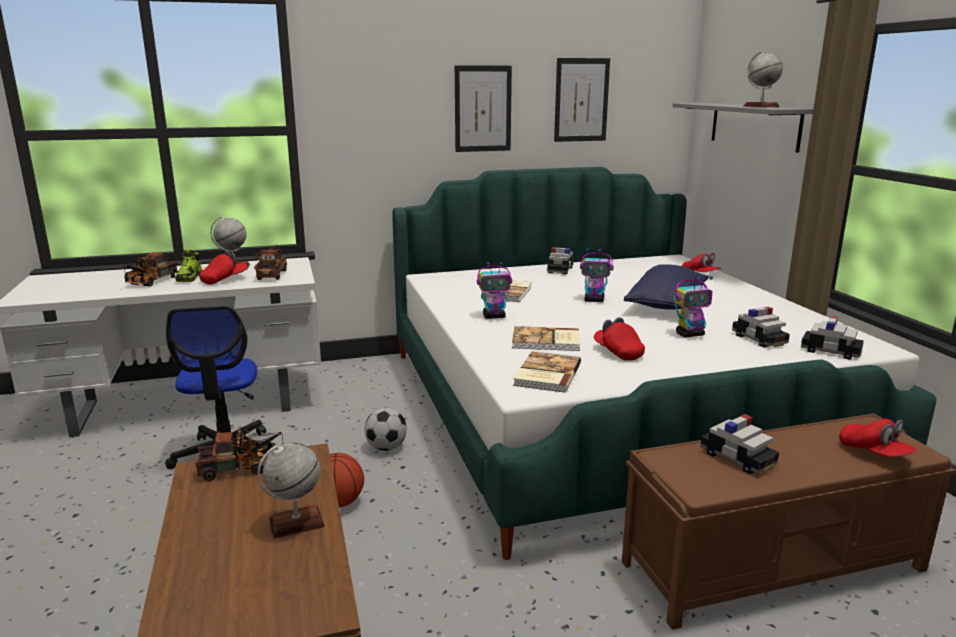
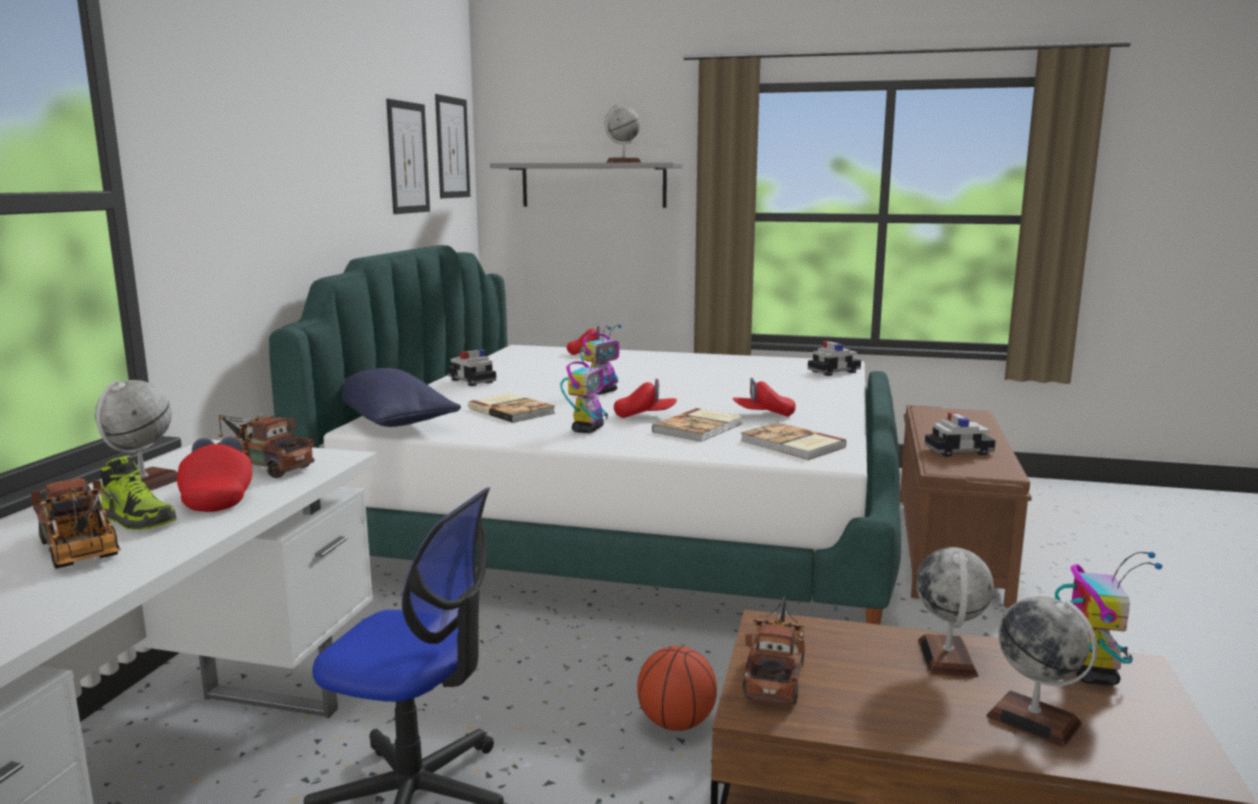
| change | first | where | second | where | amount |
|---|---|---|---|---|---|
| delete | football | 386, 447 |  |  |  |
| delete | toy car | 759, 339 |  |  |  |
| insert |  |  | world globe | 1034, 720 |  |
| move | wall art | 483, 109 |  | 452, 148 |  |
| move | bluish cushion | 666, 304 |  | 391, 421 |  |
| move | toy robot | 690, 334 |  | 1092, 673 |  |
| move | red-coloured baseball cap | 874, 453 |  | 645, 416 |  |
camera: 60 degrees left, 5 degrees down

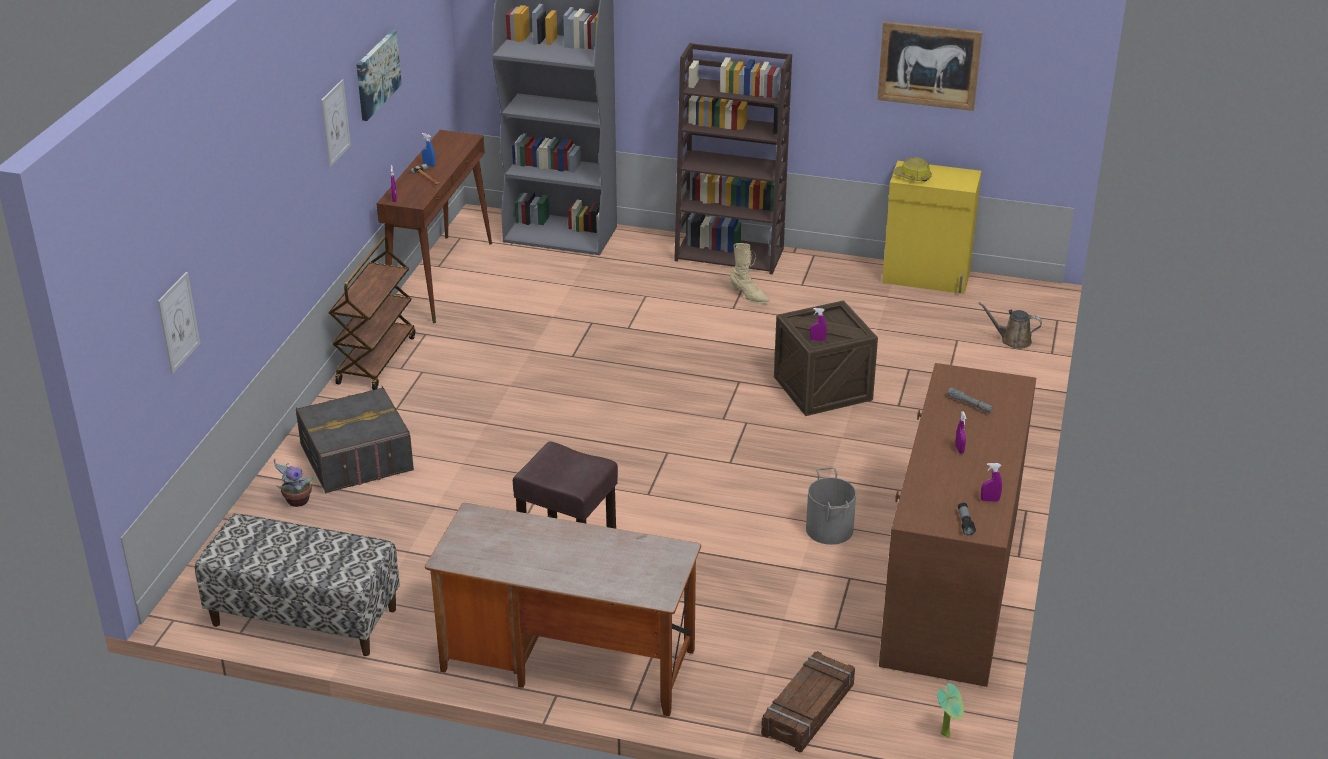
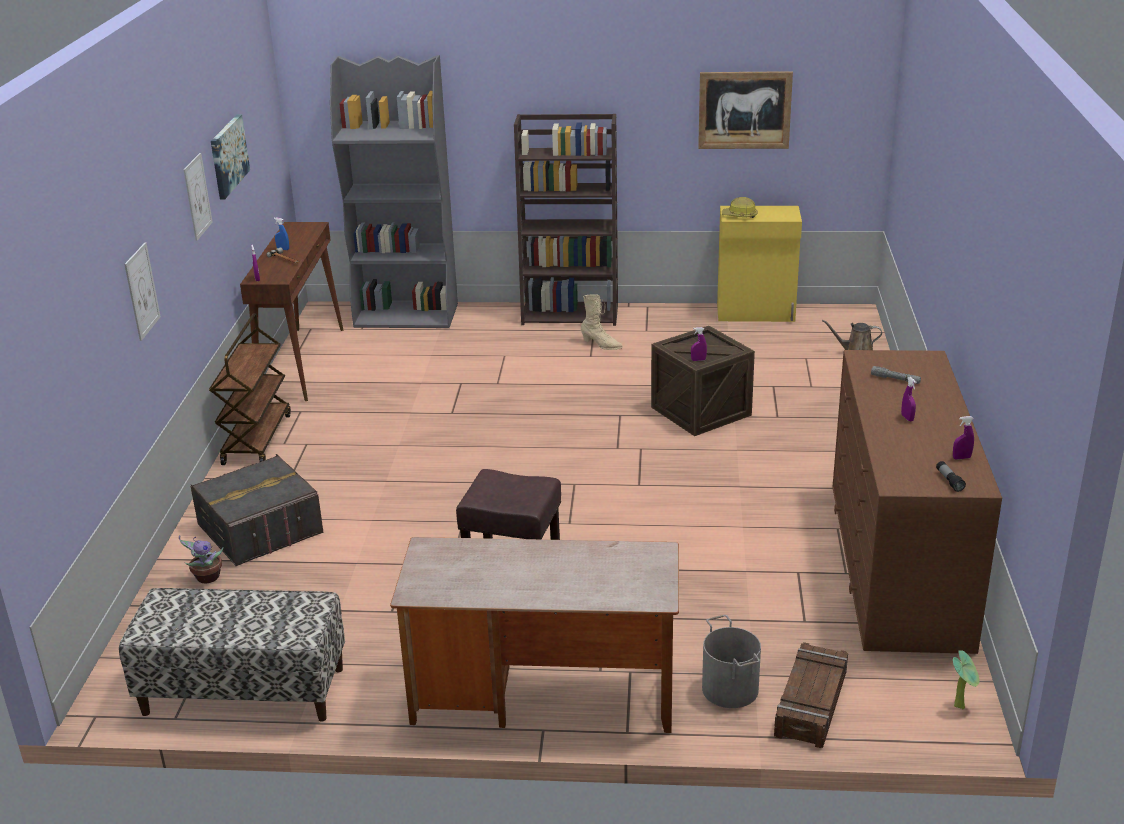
| change | first | where | second | where | amount |
|---|---|---|---|---|---|
| move | wall art | 178, 322 |  | 142, 291 |  |
| move | gray water bucket | 828, 529 |  | 729, 689 |  |
camera: 10 degrees left, 5 degrees down

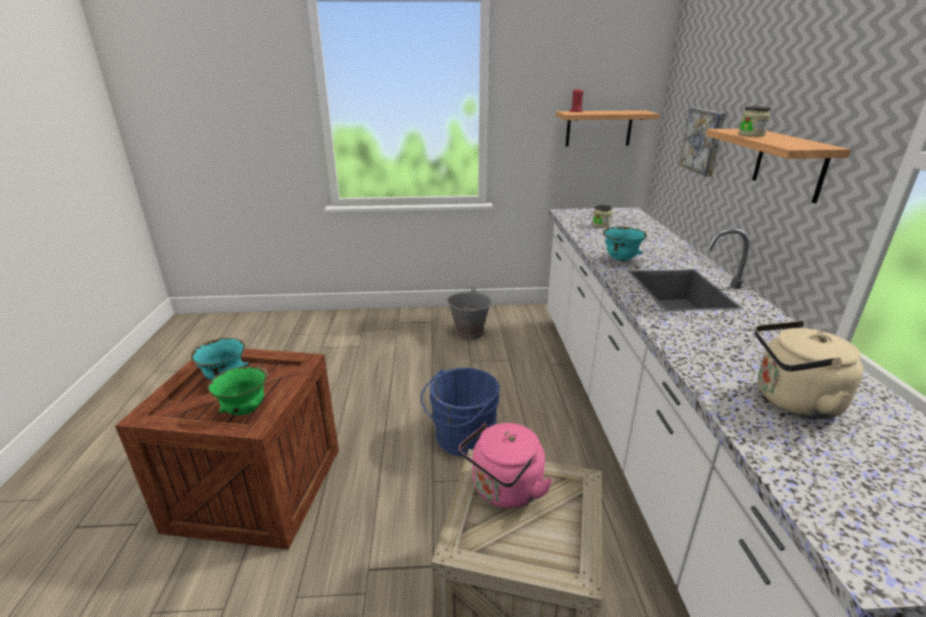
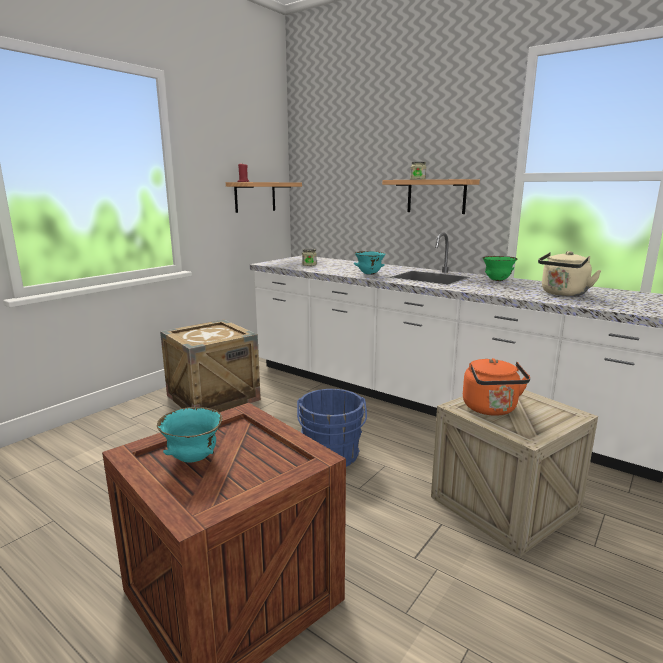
| change | first | where | second | where | amount |
|---|---|---|---|---|---|
| delete | wall art | 704, 141 |  |  |  |
| move | greenish serving bowl | 245, 410 |  | 497, 280 |  |
| replace | gray water bucket | 469, 332 | crate | 213, 398 |  |
| recolor | pink tea kettle | 504, 490 | orangey tea kettle | 491, 409 |  |
camera: 50 degrees left, 10 degrees down

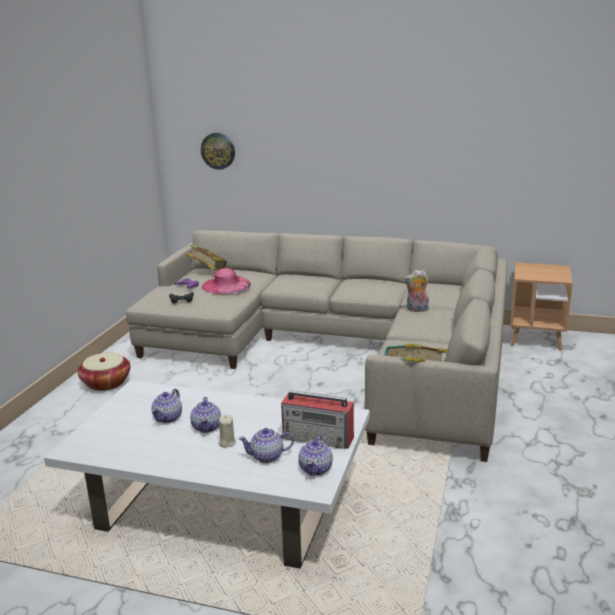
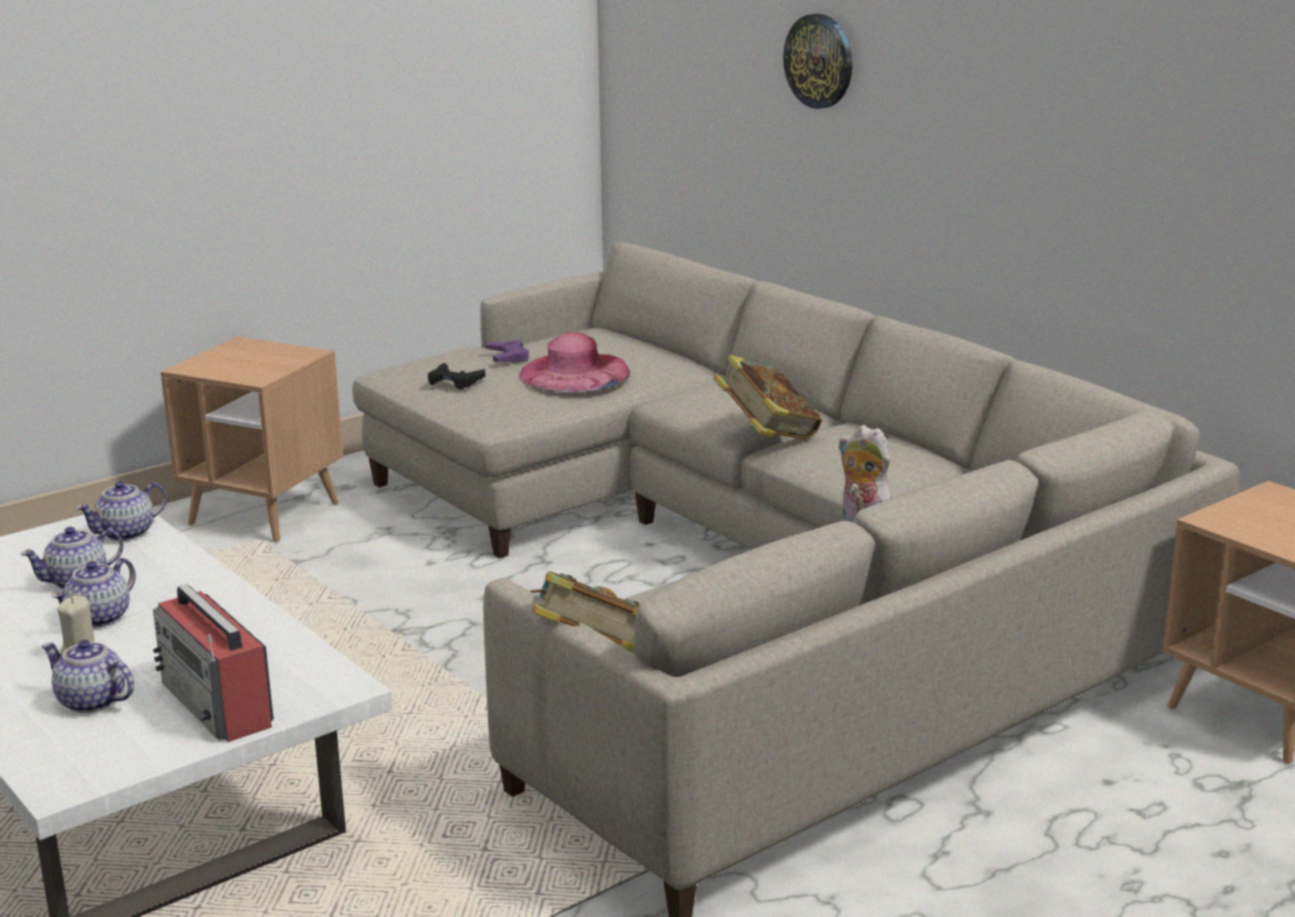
| change | first | where | second | where | amount |
|---|---|---|---|---|---|
| move | book | 208, 272 |  | 767, 436 |  |
| move | hanging clock | 218, 151 |  | 819, 61 |  |
| move | teapot | 316, 468 |  | 127, 533 |  |
| replace | storage basket | 106, 383 | brown accent table | 264, 514 |  |
camera: 35 degrees right, 0 degrees up

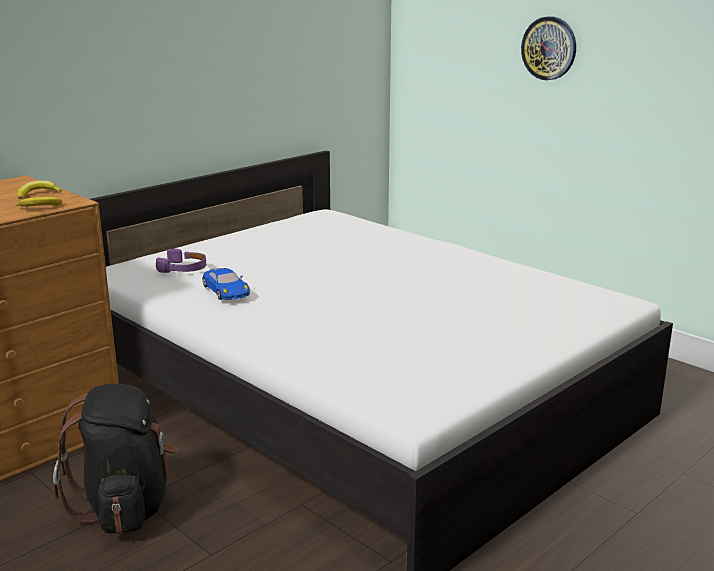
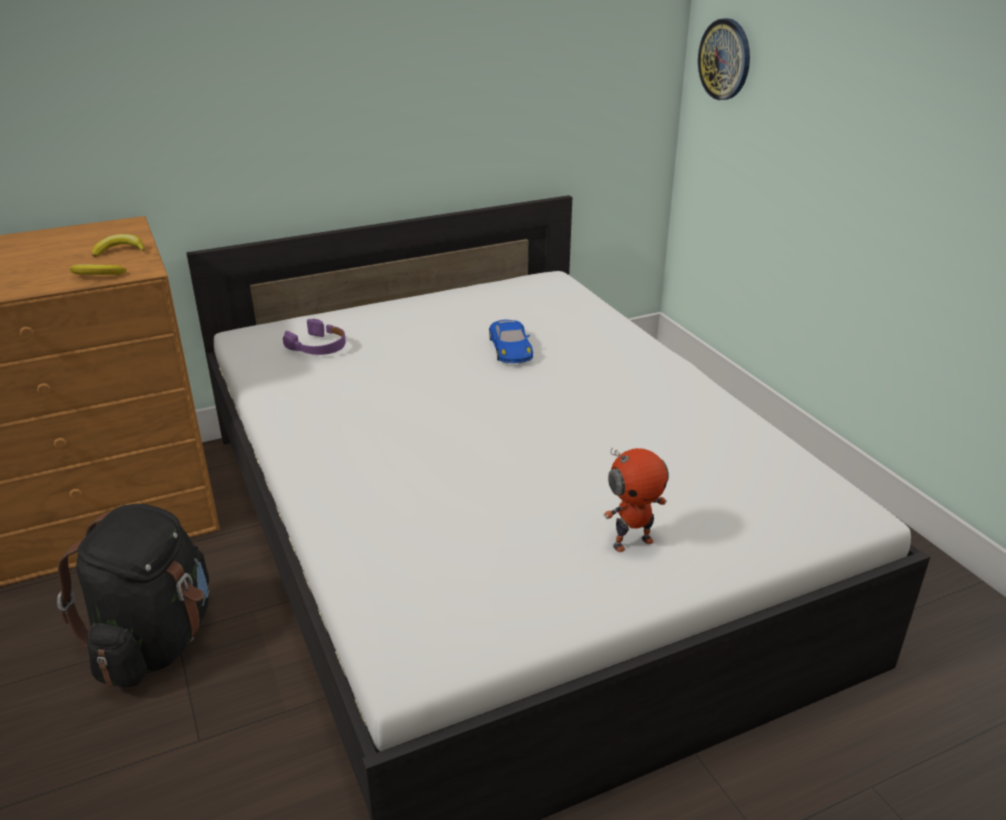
| change | first | where | second | where | amount |
|---|---|---|---|---|---|
| insert |  |  | toy robot | 632, 542 |  |
| move | bluish toy car | 226, 290 |  | 510, 348 |  |
| move | hanging clock | 549, 48 |  | 725, 59 |  |
camera: 20 degrees right, 10 degrees up

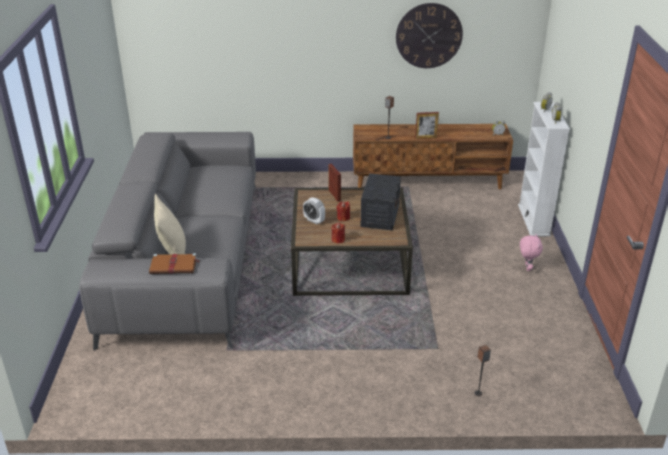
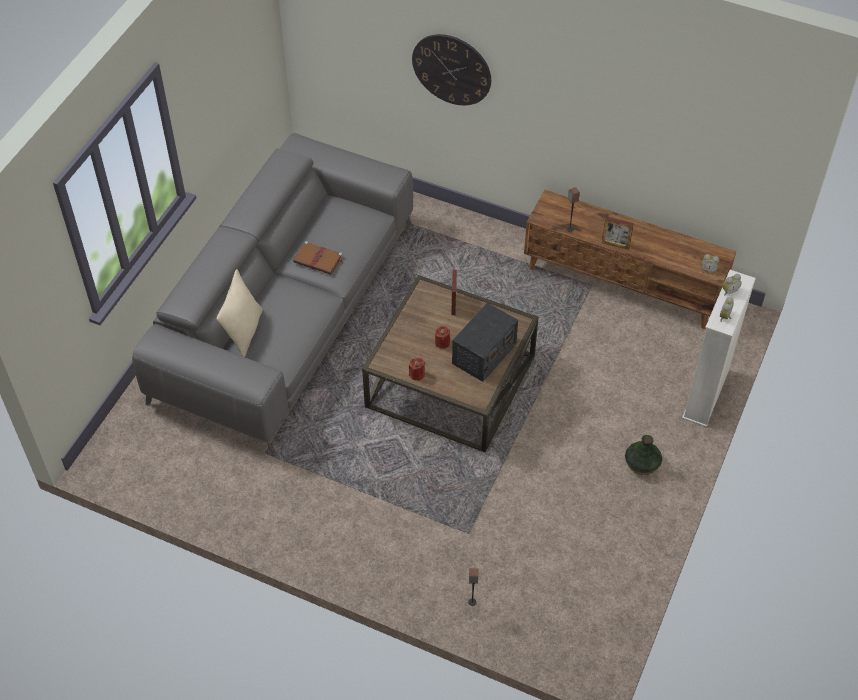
| change | first | where | second | where | amount |
|---|---|---|---|---|---|
| delete | alarm clock | 314, 221 |  |  |  |
| move | brown book | 174, 266 |  | 319, 259 |  |
| move | hanging clock | 429, 35 |  | 451, 69 |  |
| replace | pink plush toy | 527, 268 | decorative vase | 641, 463 |  |
camera: 25 degrees right, 20 degrees up

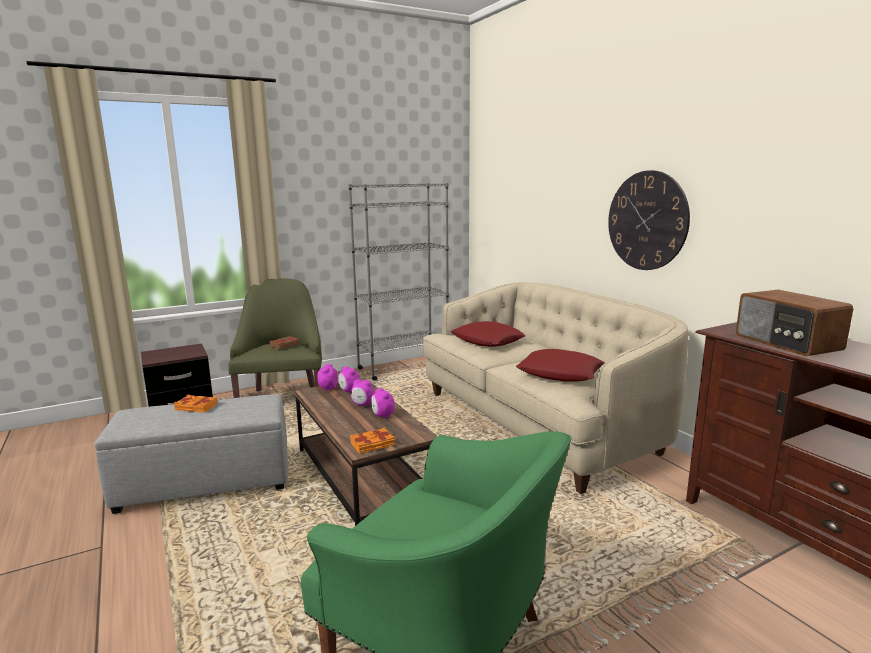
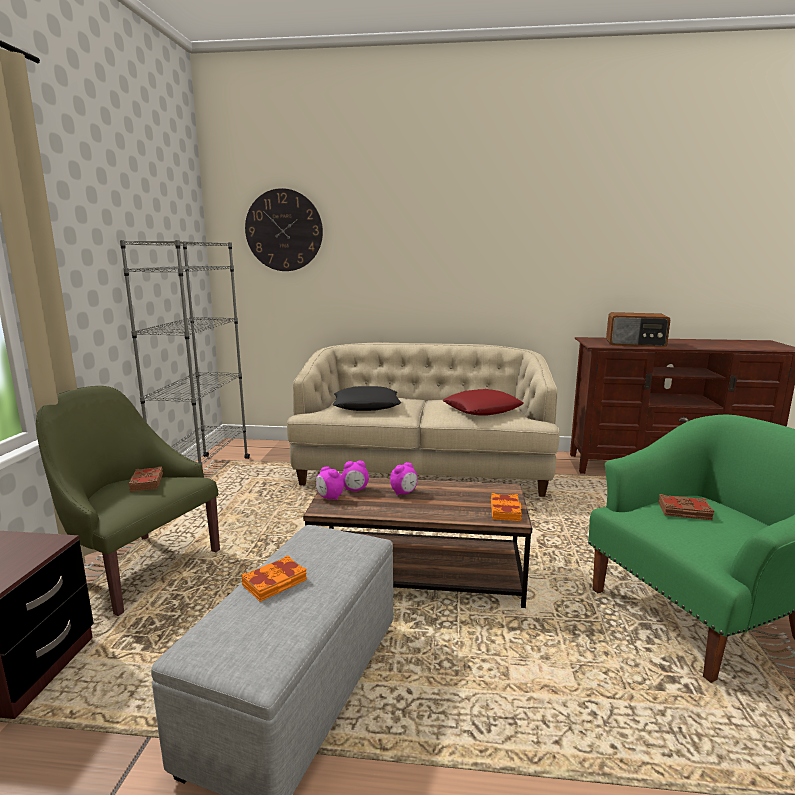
| change | first | where | second | where | amount |
|---|---|---|---|---|---|
| delete | alarm clock | 382, 416 |  |  |  |
| insert |  |  | brown book | 684, 512 |  |
| move | hanging clock | 647, 221 |  | 284, 230 |  |
| recolor | red-coloured cushion | 487, 341 | black-coloured cushion | 366, 405 |  |
camera: 55 degrees left, 0 degrees up

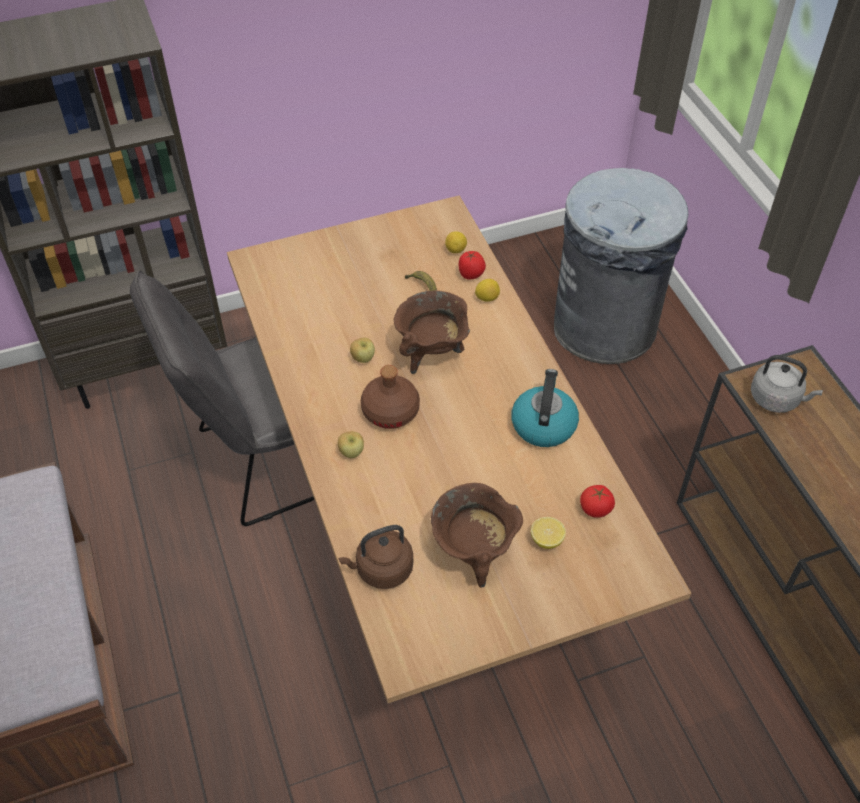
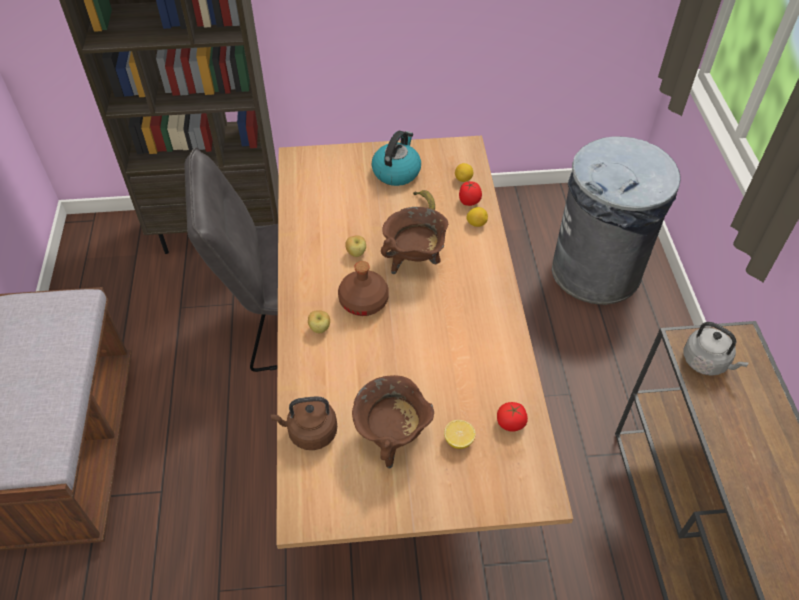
| change | first | where | second | where | amount |
|---|---|---|---|---|---|
| move | tea kettle | 543, 424 |  | 396, 171 |  |
camera: 15 degrees right, 0 degrees up

